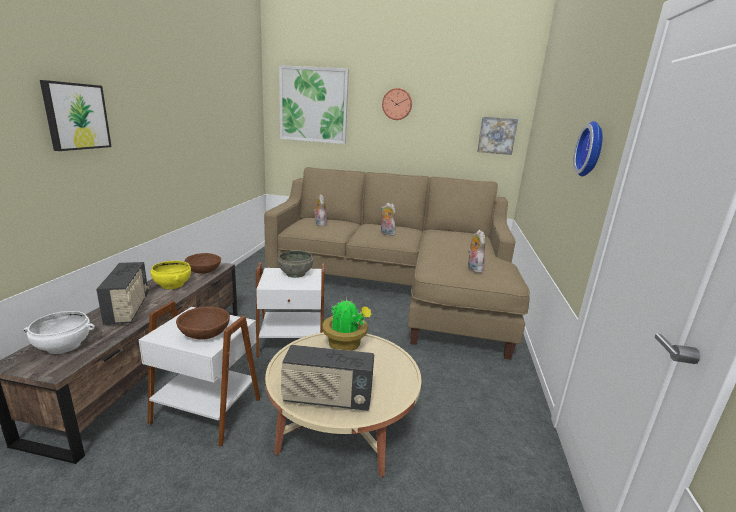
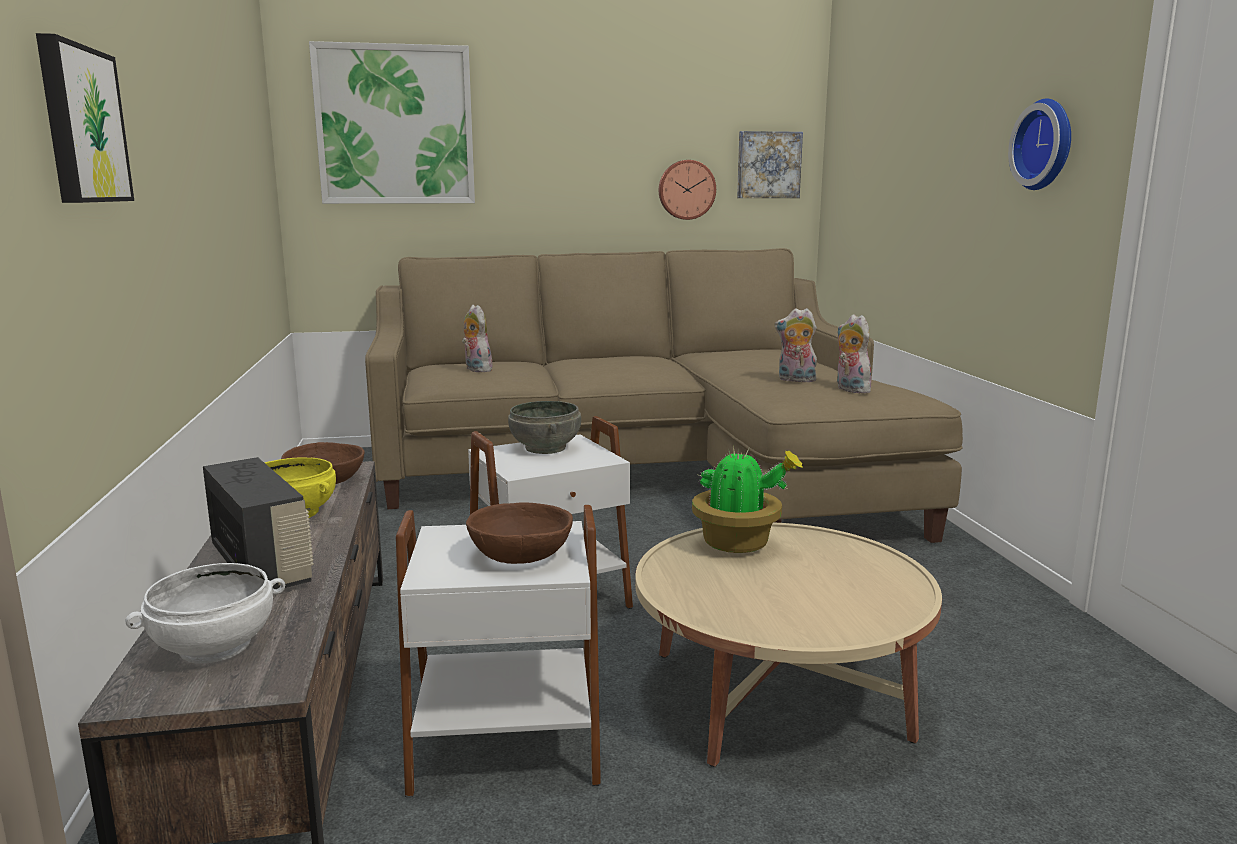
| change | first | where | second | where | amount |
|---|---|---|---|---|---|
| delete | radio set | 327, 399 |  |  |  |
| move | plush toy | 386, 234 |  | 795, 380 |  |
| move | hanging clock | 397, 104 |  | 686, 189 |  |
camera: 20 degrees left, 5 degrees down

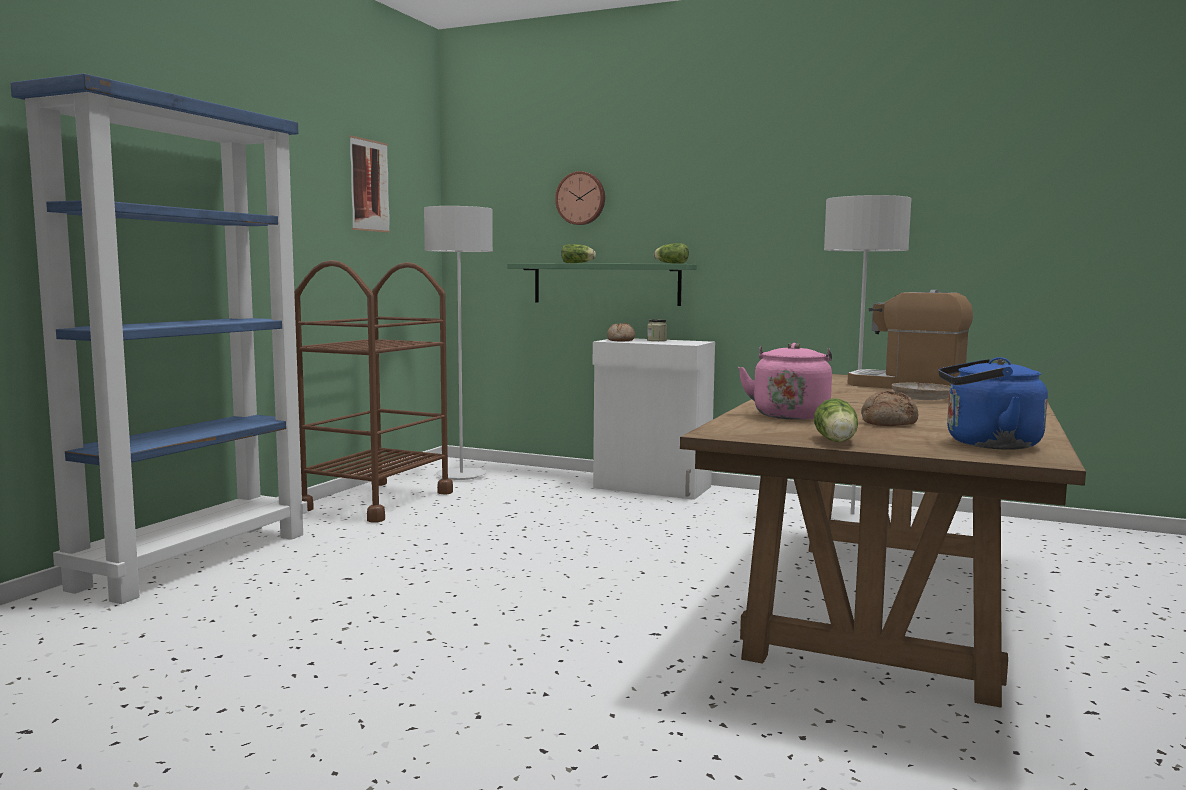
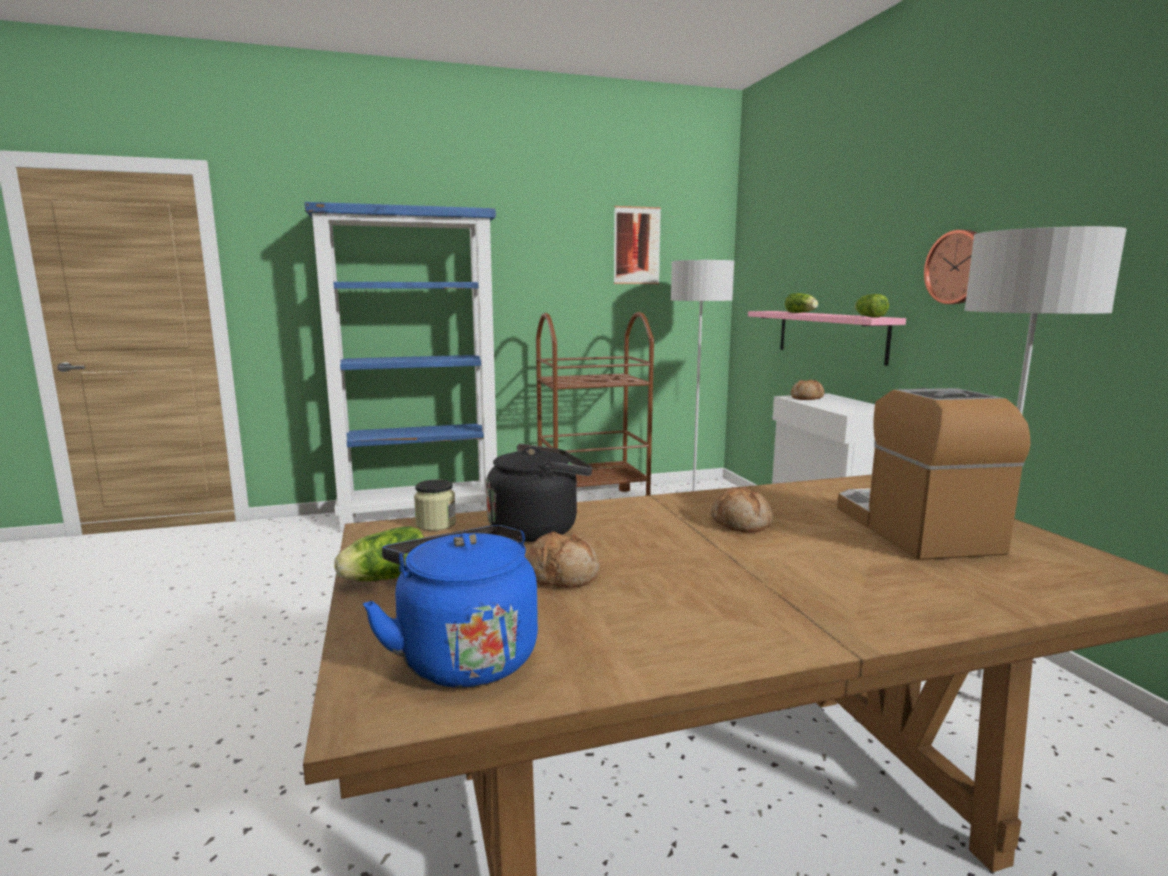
| change | first | where | second | where | amount |
|---|---|---|---|---|---|
| delete | beige-coloured flat dish | 923, 398 |  |  |  |
| insert |  |  | bakery bread | 741, 523 |  |
| move | hanging clock | 581, 198 |  | 959, 267 |  |
| move | preserve jar | 656, 340 |  | 436, 524 |  |
| recolor | greenish shelf | 606, 284 | pink shelf | 830, 335 |  |
| recolor | pink tea kettle | 790, 415 | black-coloured tea kettle | 538, 529 |  |
camera: 50 degrees right, 5 degrees up

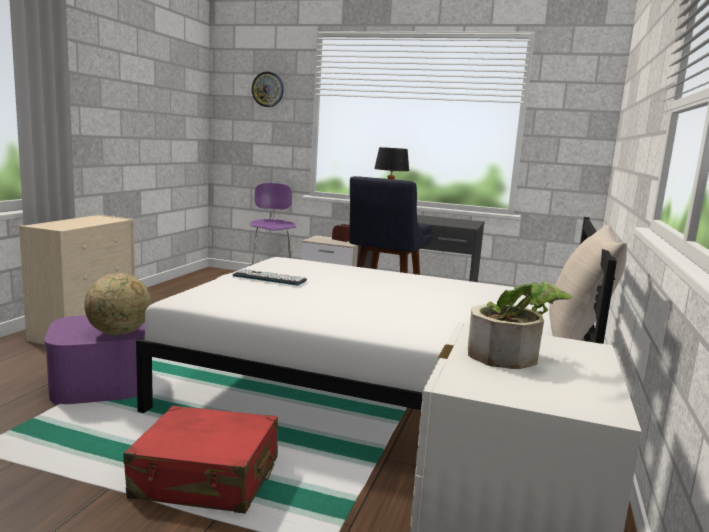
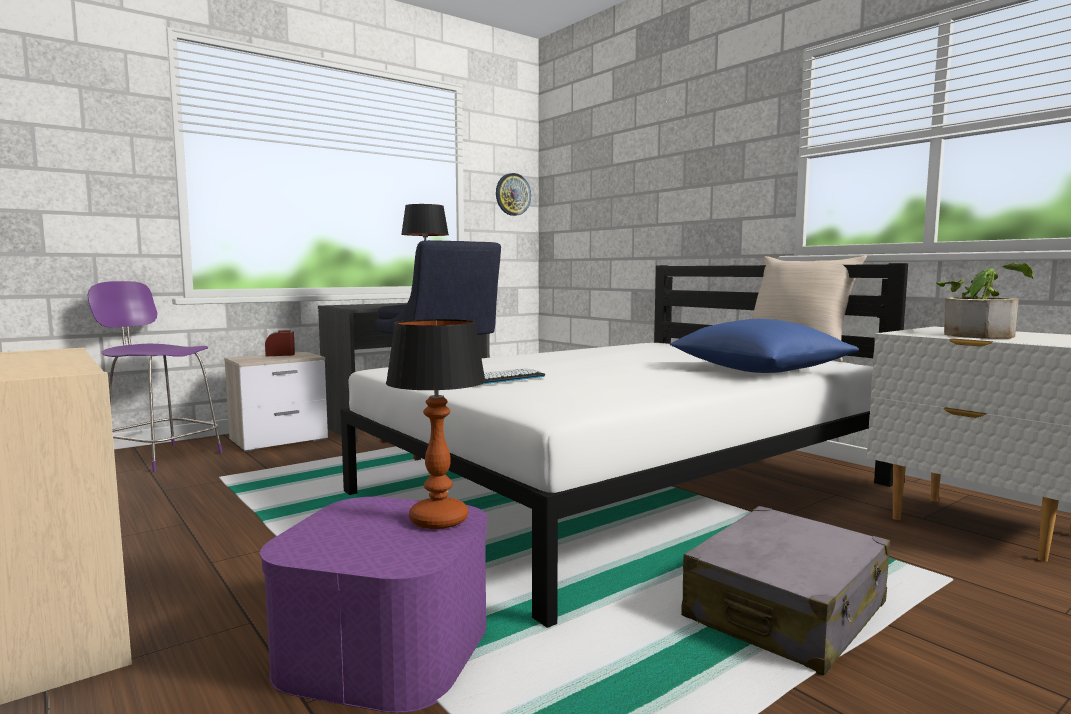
| change | first | where | second | where | amount |
|---|---|---|---|---|---|
| insert |  |  | bluish cushion | 760, 371 |  |
| move | hanging clock | 268, 89 |  | 512, 194 |  |
| replace | world globe | 119, 333 | lamp for a table | 440, 519 |  |
| recolor | red-coloured suitcase | 206, 478 | gray suitcase | 786, 612 |  |
camera: 55 degrees left, 5 degrees down

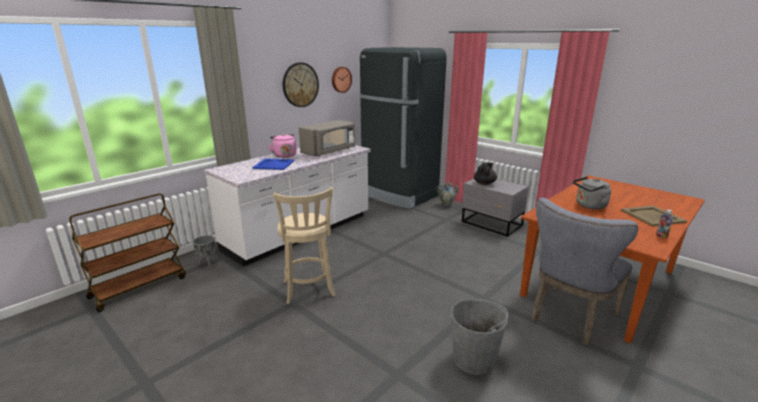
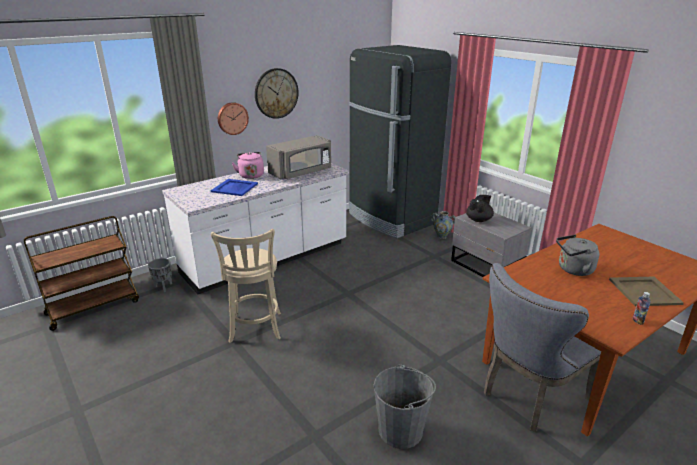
| change | first | where | second | where | amount |
|---|---|---|---|---|---|
| move | hanging clock | 340, 79 |  | 232, 118 |  |
camera: 10 degrees right, 5 degrees up

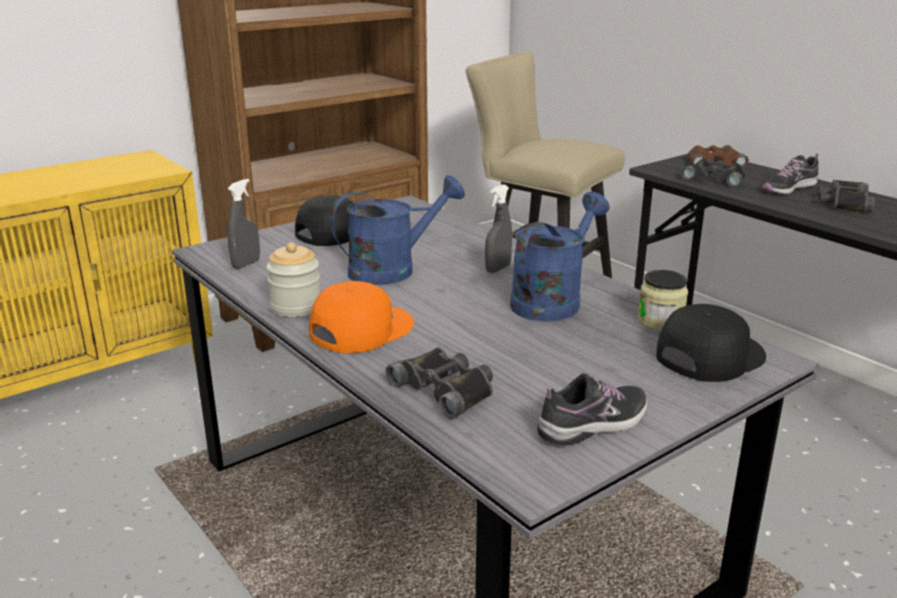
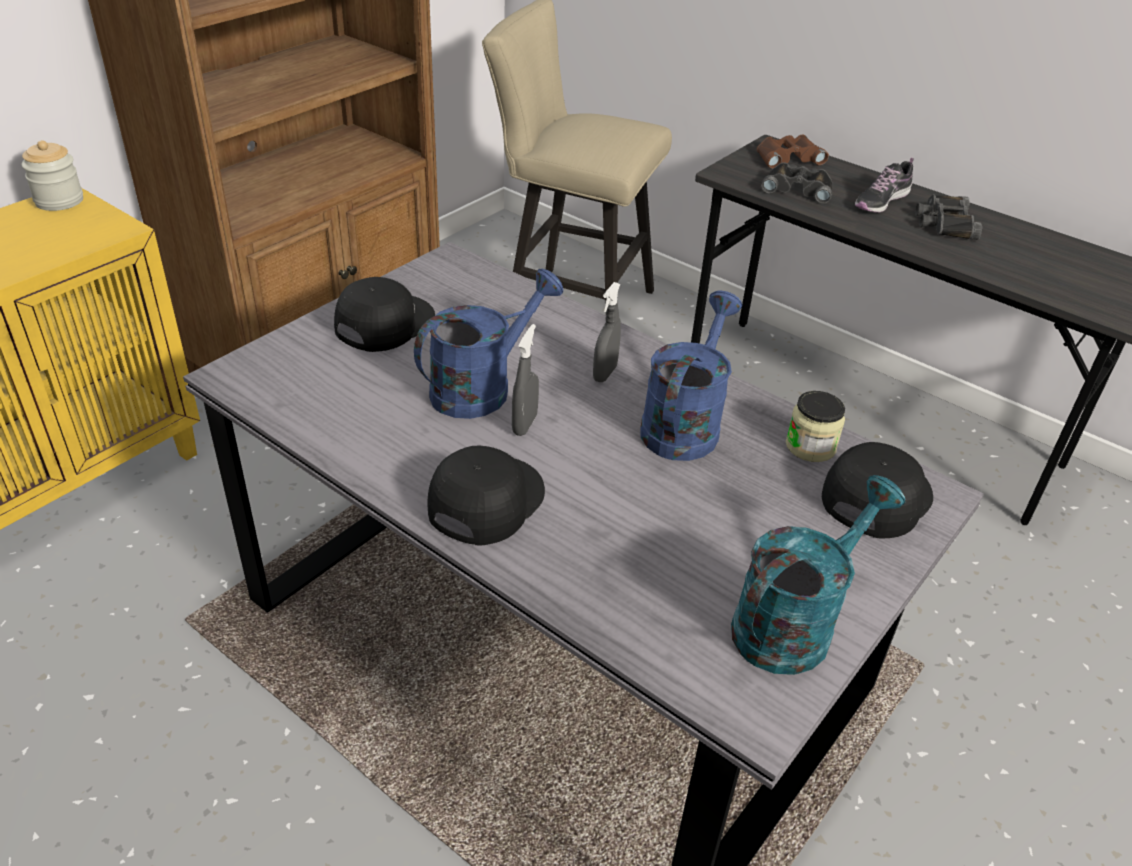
| change | first | where | second | where | amount |
|---|---|---|---|---|---|
| delete | black-coloured pair of binoculars | 446, 389 |  |  |  |
| move | gray spray bottle | 246, 264 |  | 524, 424 |  |
| move | preserve jar | 296, 307 |  | 59, 201 |  |
| replace | item of footwear | 594, 424 | turquoise-coloured watering can | 793, 622 |  |
| recolor | orangey baseball cap | 360, 329 | black-coloured baseball cap | 484, 500 |  |
camera: 15 degrees left, 15 degrees up

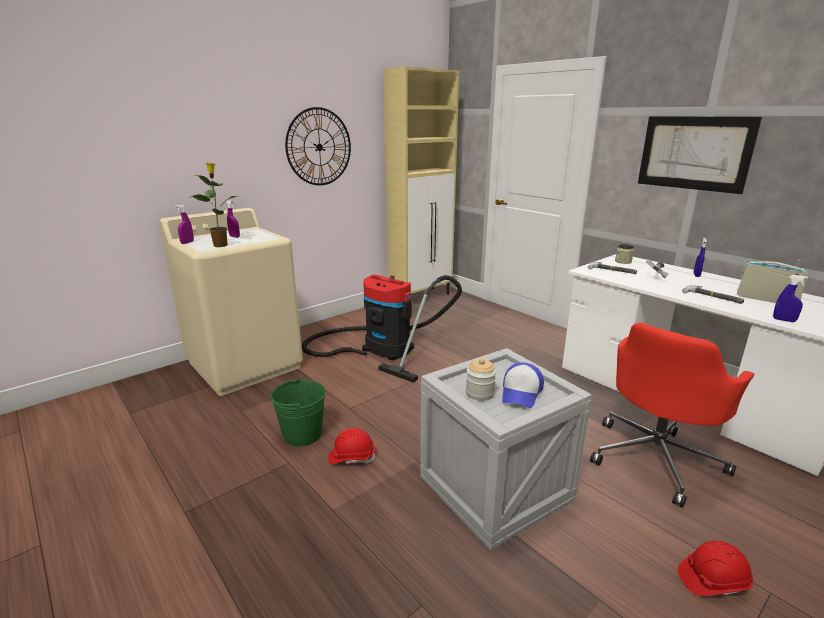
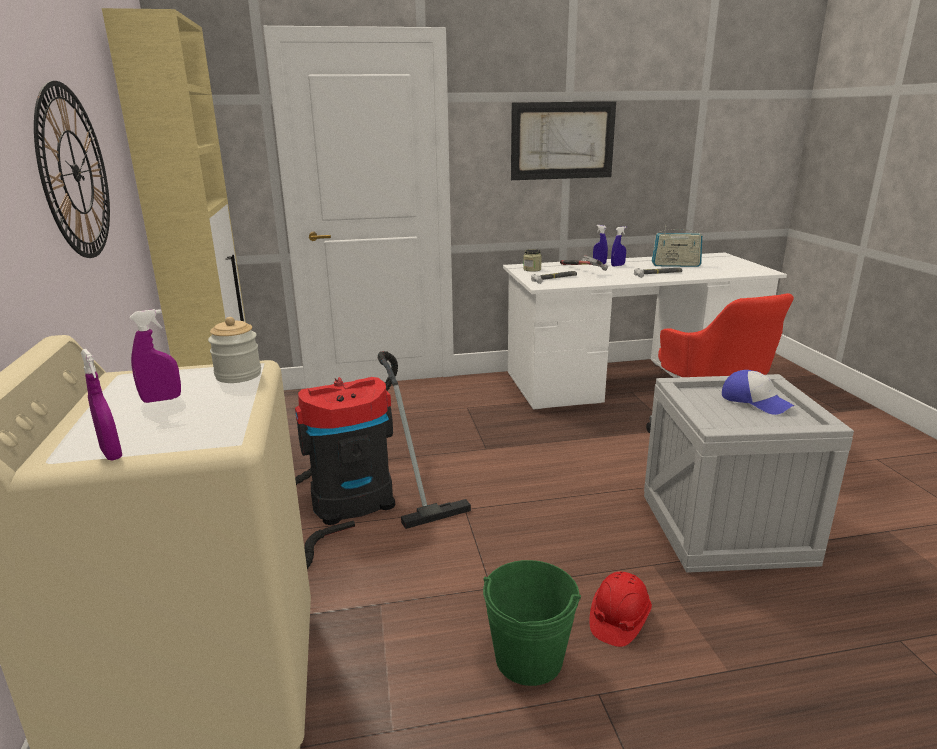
| change | first | where | second | where | amount |
|---|---|---|---|---|---|
| delete | plant in a pot | 221, 245 |  |  |  |
| delete | red-coloured hard hat | 712, 580 |  |  |  |
| move | preserve jar | 479, 393 |  | 238, 375 |  |
| move | bluish spray bottle | 784, 320 |  | 617, 265 |  |
| rotate | radio set | 766, 299 |  | 675, 265 | 150 degrees counterclockwise |
camera: 60 degrees left, 0 degrees up

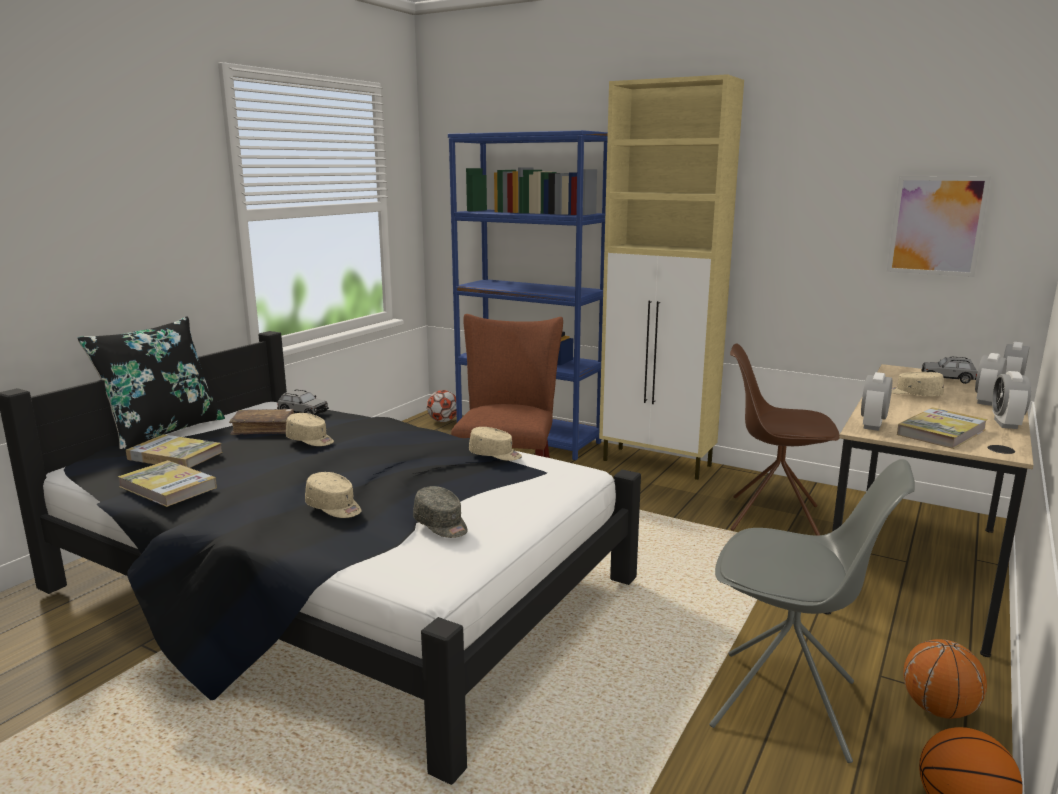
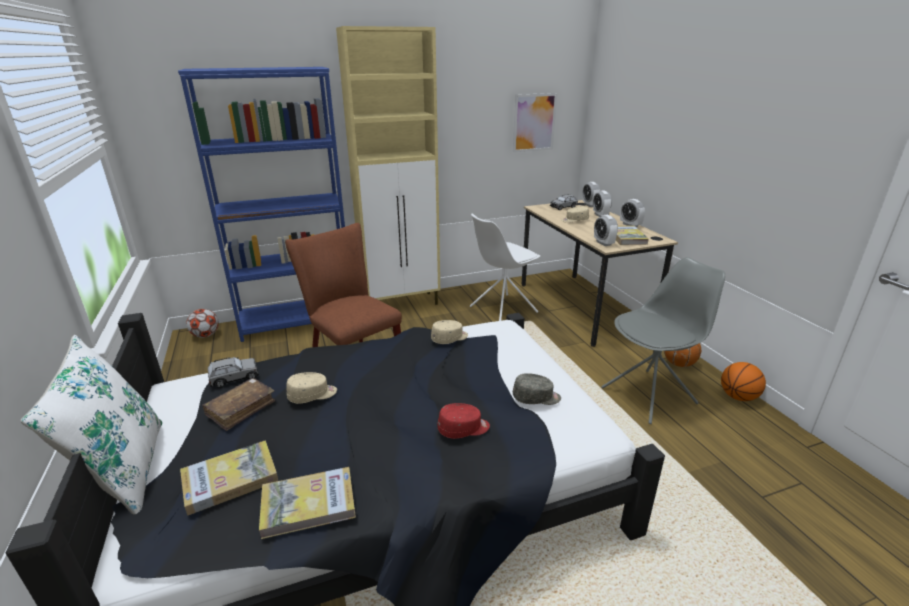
| change | first | where | second | where | amount |
|---|---|---|---|---|---|
| recolor | black-coloured cushion | 163, 431 | white-coloured cushion | 124, 471 |  |
| recolor | beige-coloured baseball cap | 334, 507 | red-coloured baseball cap | 464, 429 |  |
| recolor | brown chair | 772, 518 | white-coloured chair | 502, 310 |  |
camera: 50 degrees left, 10 degrees up

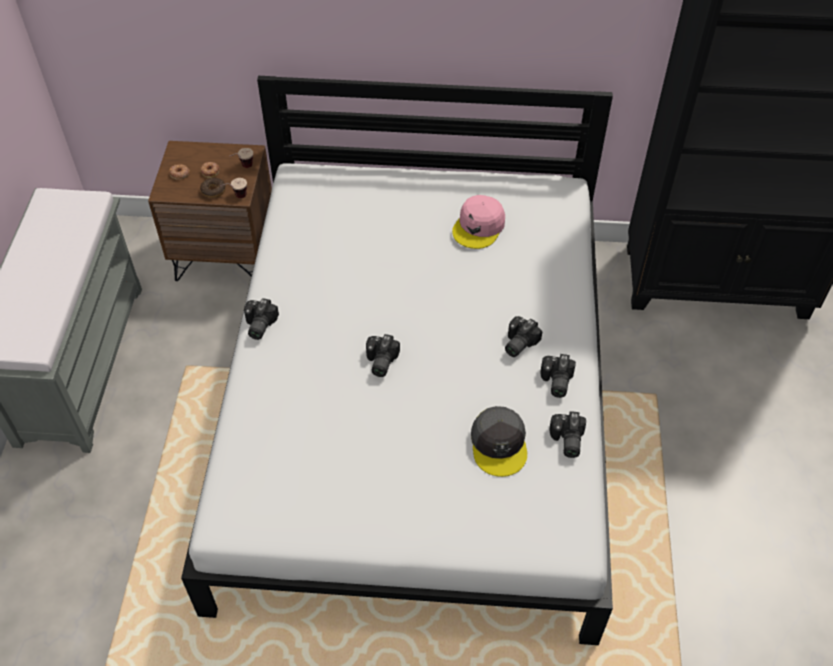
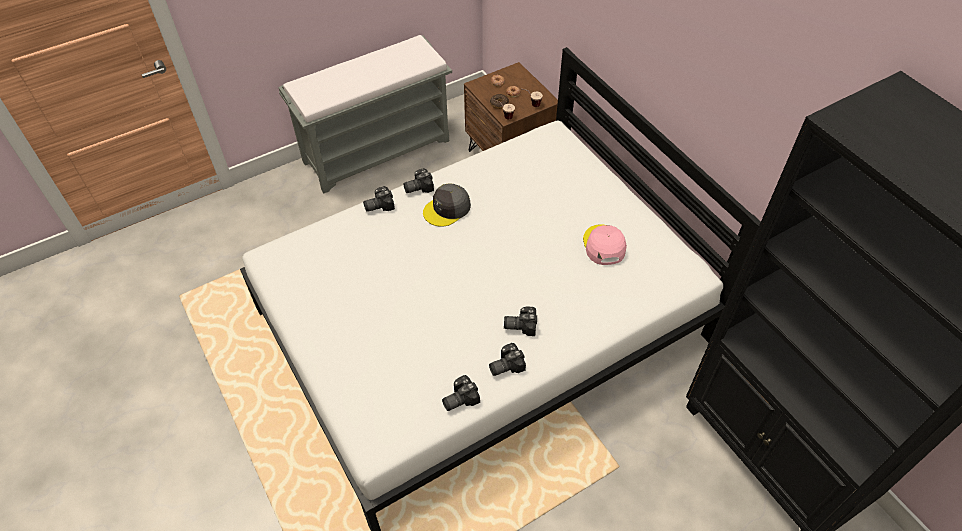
| change | first | where | second | where | amount |
|---|---|---|---|---|---|
| move | photo camera | 379, 362 |  | 378, 205 |  |
| move | gray baseball cap | 499, 444 |  | 447, 209 |  |
| rotate | pink baseball cap | 479, 227 |  | 603, 245 | 90 degrees clockwise |
camera: 55 degrees right, 0 degrees up

